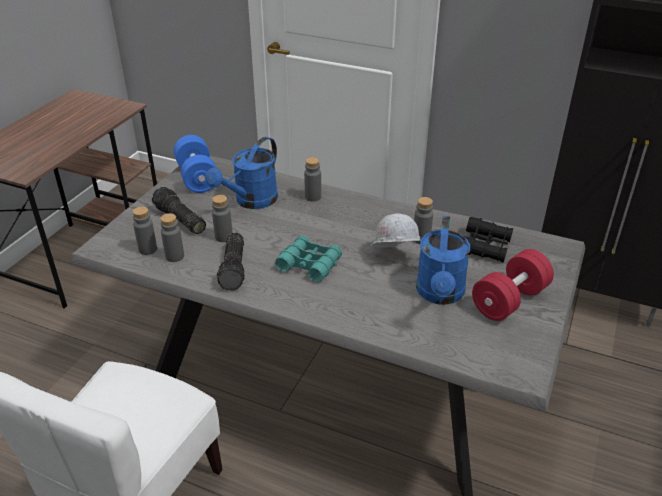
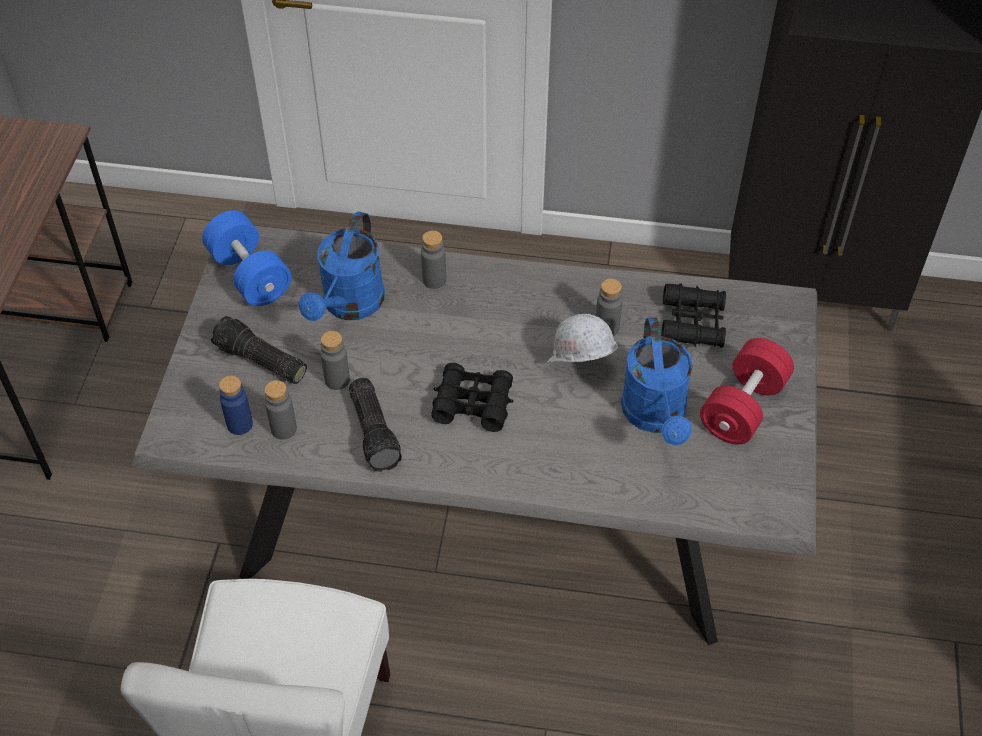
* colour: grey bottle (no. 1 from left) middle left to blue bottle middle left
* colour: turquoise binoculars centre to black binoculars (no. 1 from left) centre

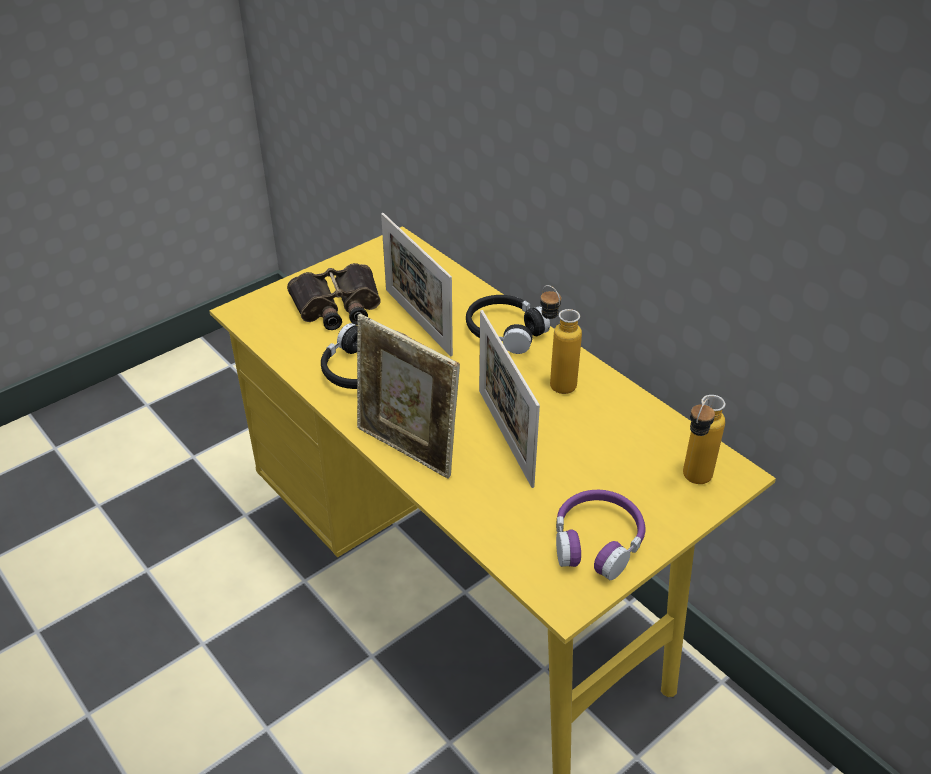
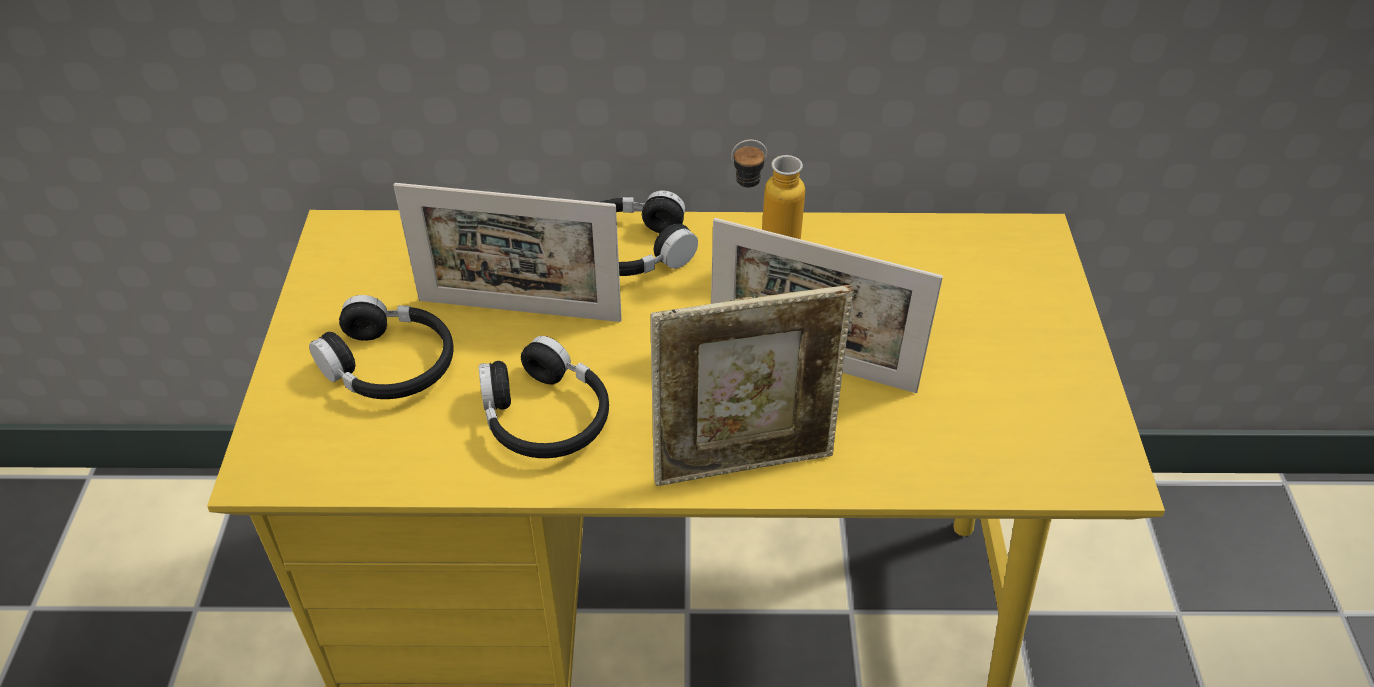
* exchanged: binoculars centre to black headphones (no. 1 from left) middle left
* missing: bottle (no. 2 from left) middle right
* missing: purple headphones bottom centre

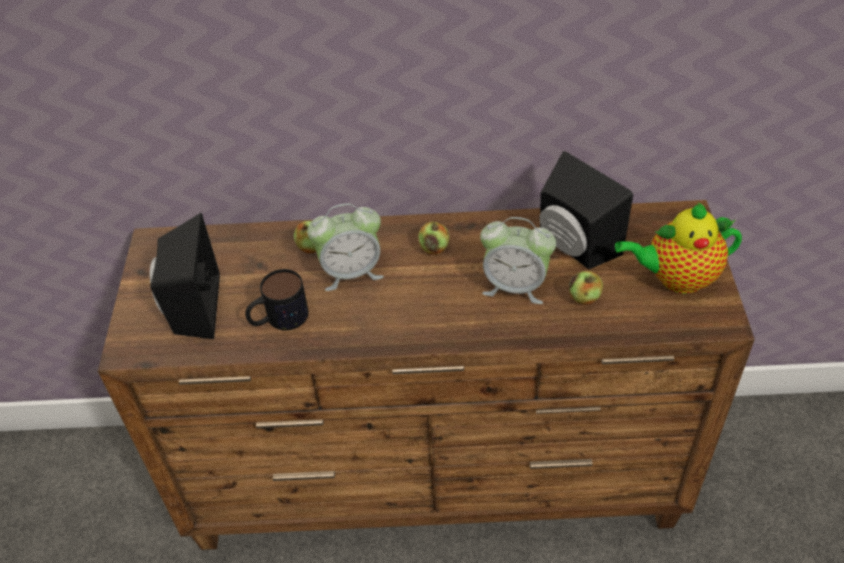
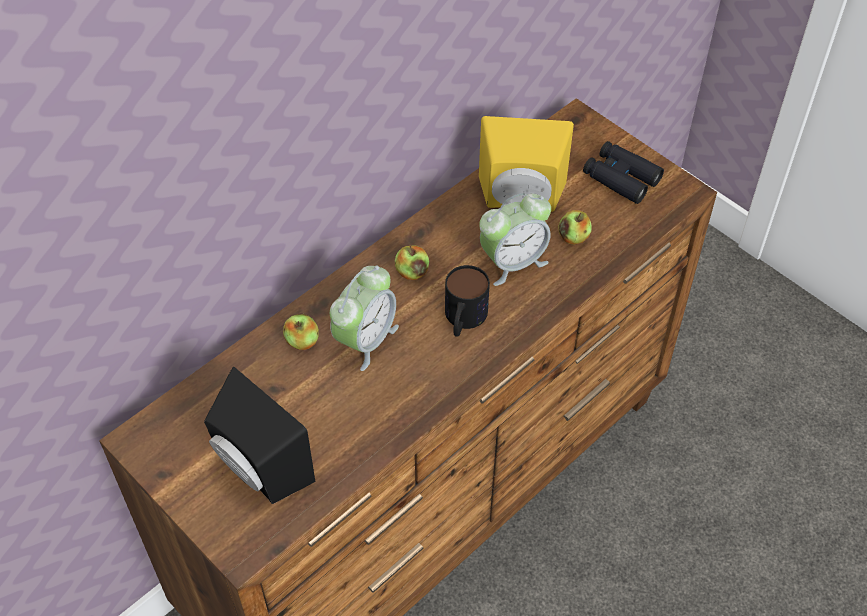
* colour: black speaker (no. 2 from left) middle right to yellow speaker top centre
* exchanged: teapot middle right to black binoculars top right
* relocated: mug middle left to centre

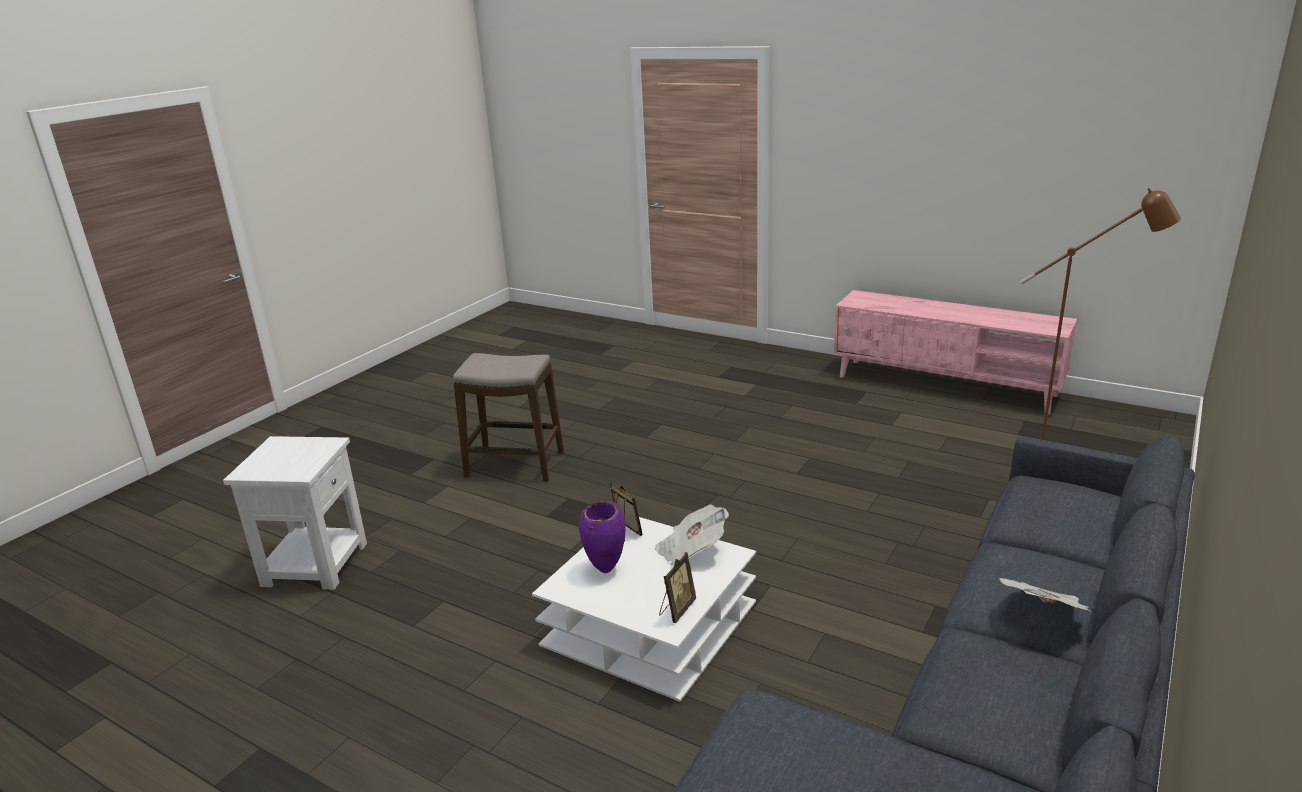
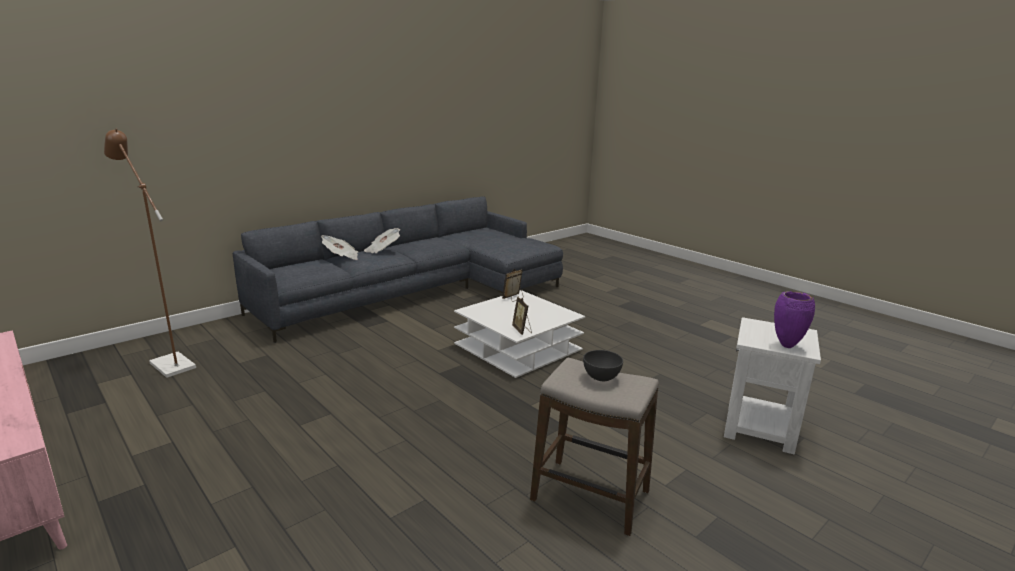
* relocated: purple vase bottom centre to middle right
* relocated: newspaper (no. 1 from left) bottom centre to centre
* appeared: grey bowl centre

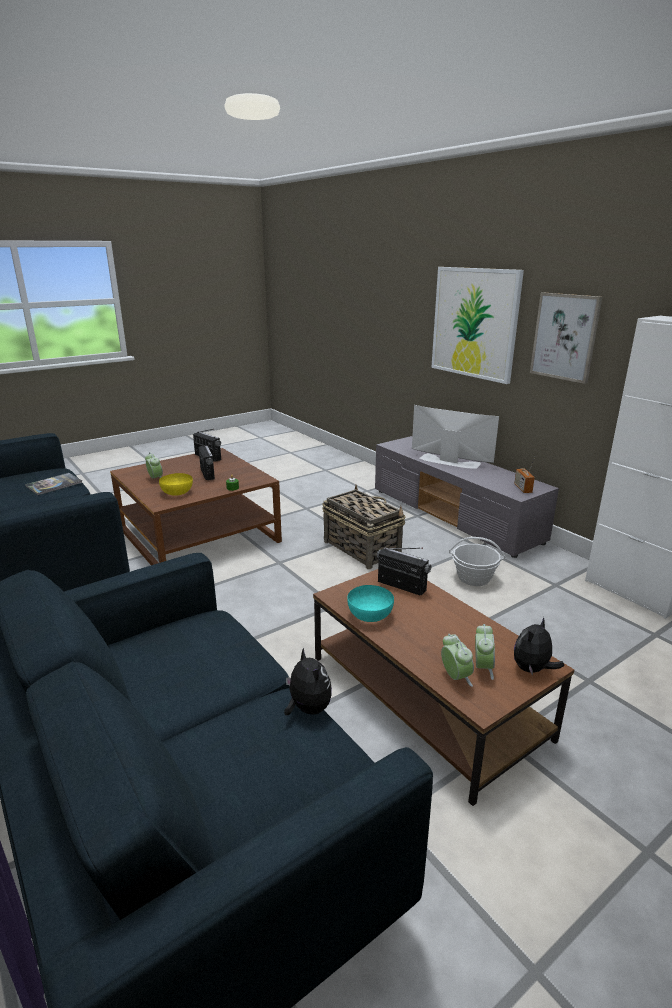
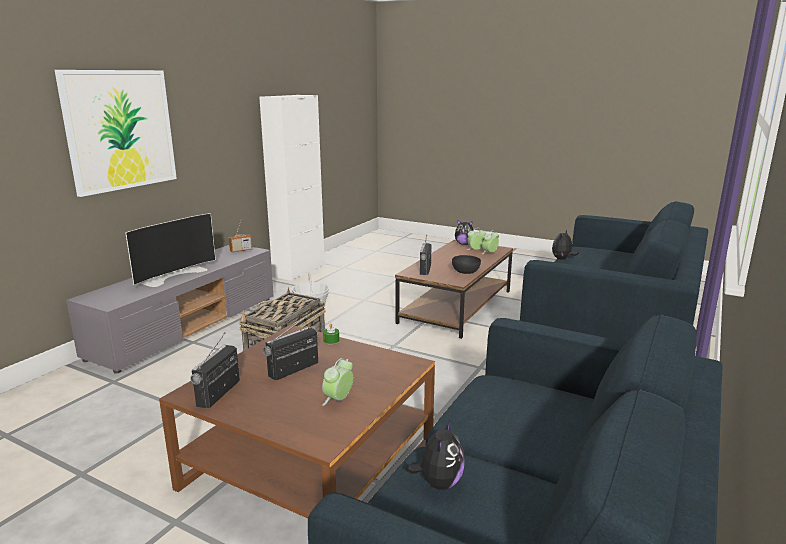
* missing: picture (no. 2 from left) middle right
* spun: television middle right = middle left 150 degrees counterclockwise
* exchanged: book middle left to plush toy (no. 1 from left) bottom centre
* missing: yellow bowl middle left
* colour: turquoise bowl centre to black bowl centre

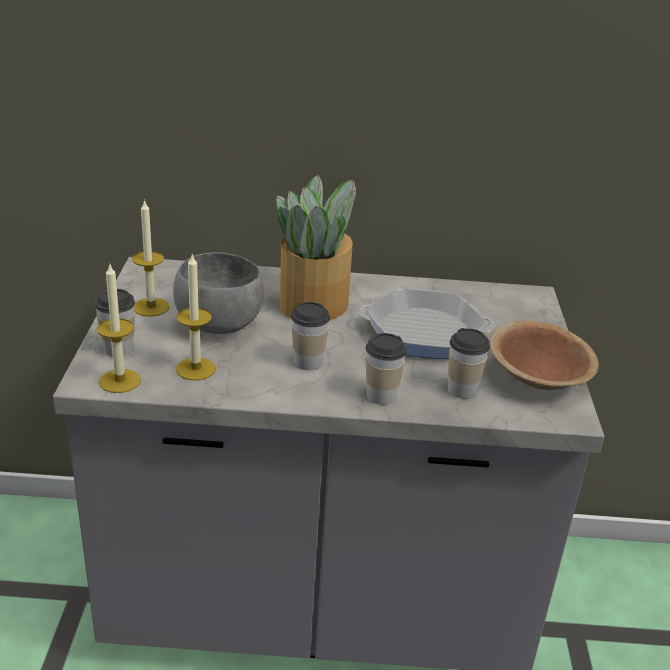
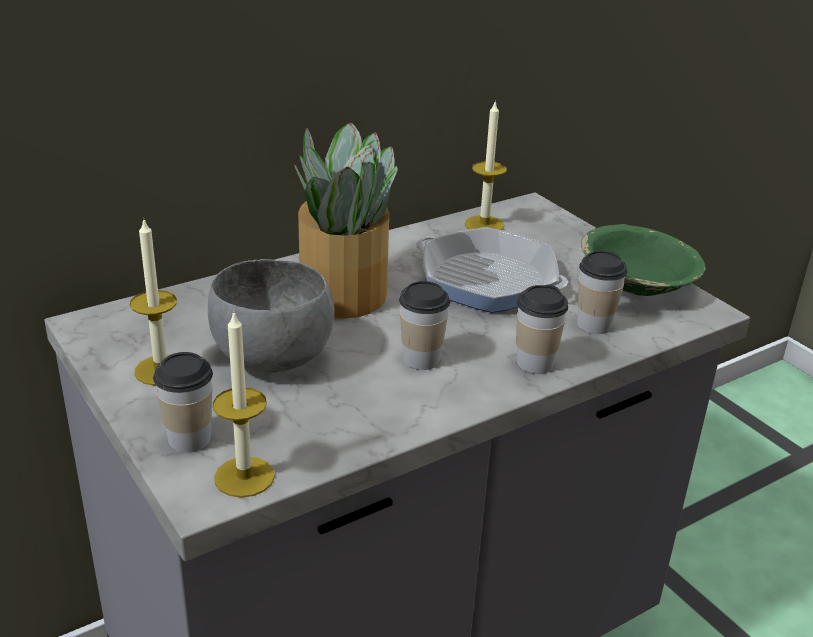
* relocated: candle (no. 3 from left) middle left to top centre
* spun: frying pan centre = centre 120 degrees counterclockwise
* colour: brown bowl middle right to green bowl middle right

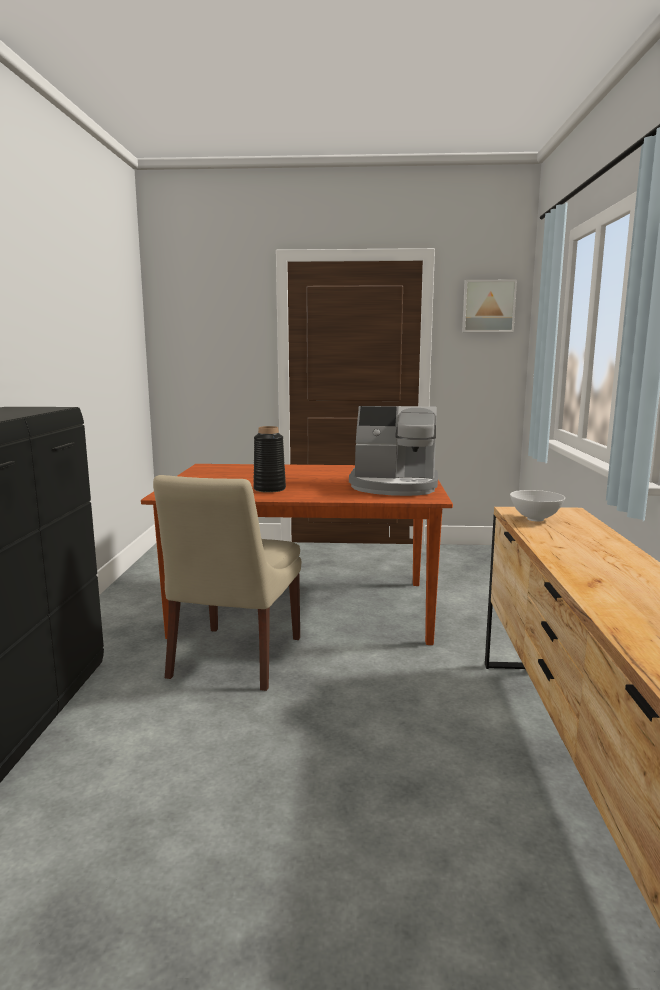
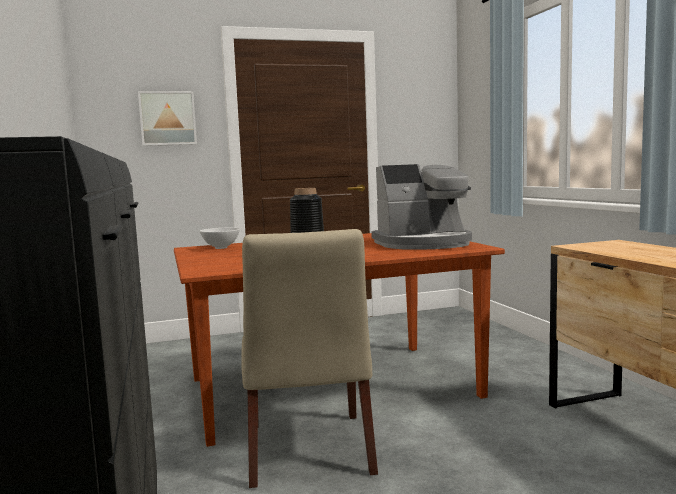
* relocated: picture top right to top left
* relocated: white bowl middle right to middle left

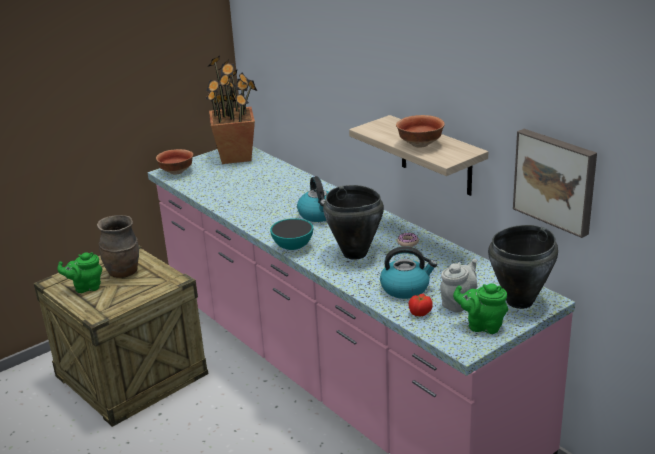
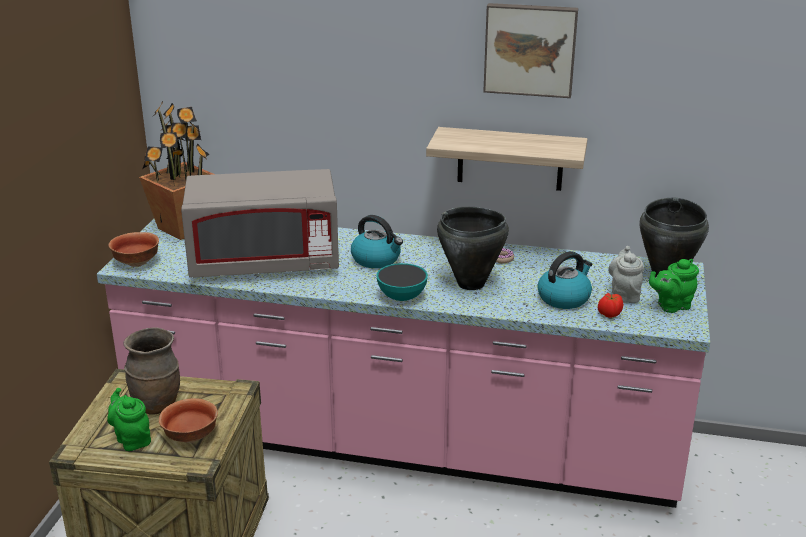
* relocated: bowl (no. 3 from left in the first image) top centre to bowl (no. 2 from left) bottom left
* relocated: picture middle right to top centre
* spun: green teapot (no. 1 from left) middle left = bottom left 105 degrees clockwise
* appeared: grey microwave middle left

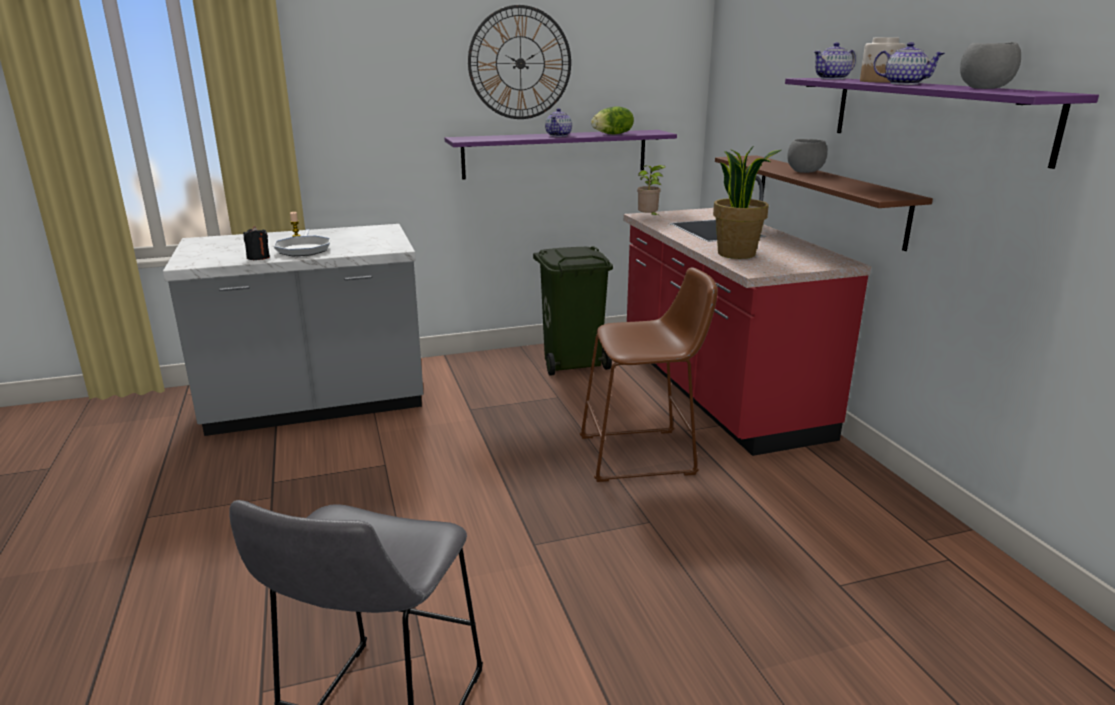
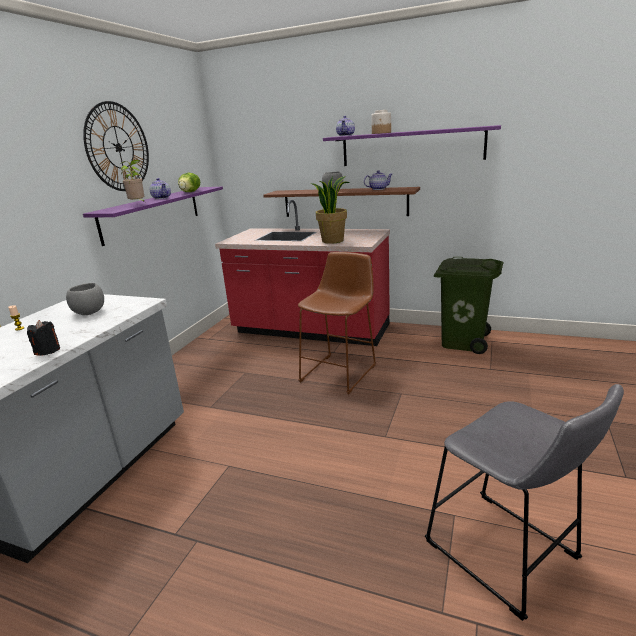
* relocated: teapot (no. 3 from left) top right to top centre
* relocated: grey bowl (no. 2 from left in the first image) top right to grey bowl (no. 1 from left) middle left
* relocated: potted plant (no. 1 from left) top centre to top left
* missing: frying pan middle left
* relocated: green trash can centre to middle right

